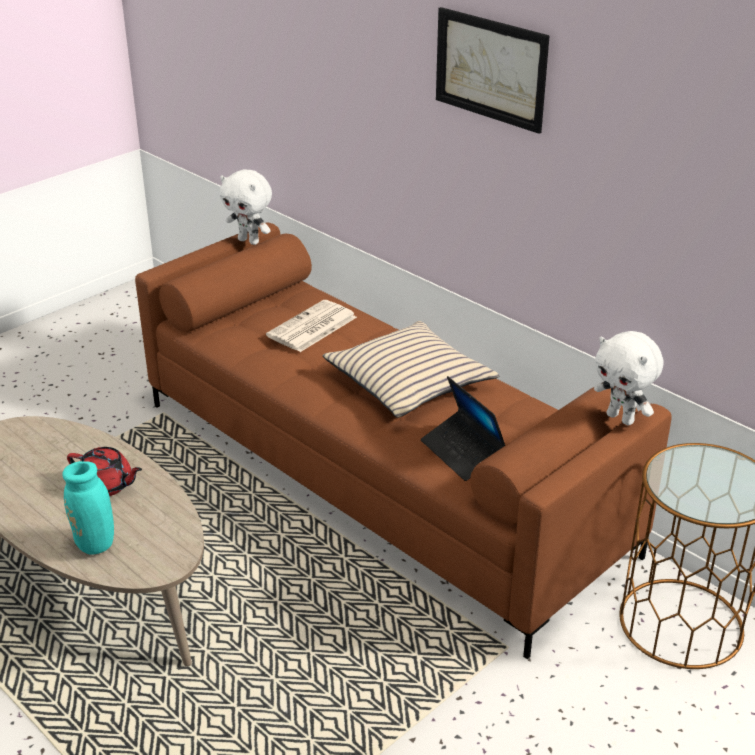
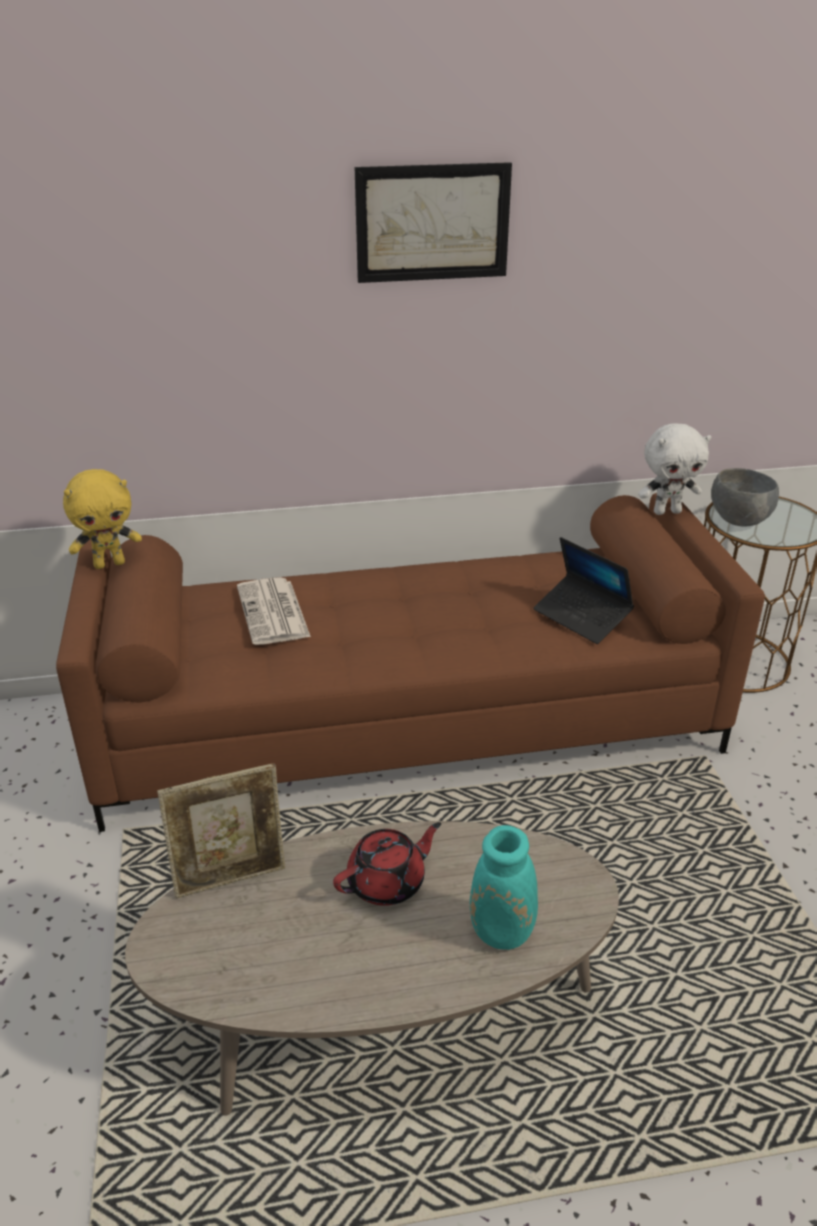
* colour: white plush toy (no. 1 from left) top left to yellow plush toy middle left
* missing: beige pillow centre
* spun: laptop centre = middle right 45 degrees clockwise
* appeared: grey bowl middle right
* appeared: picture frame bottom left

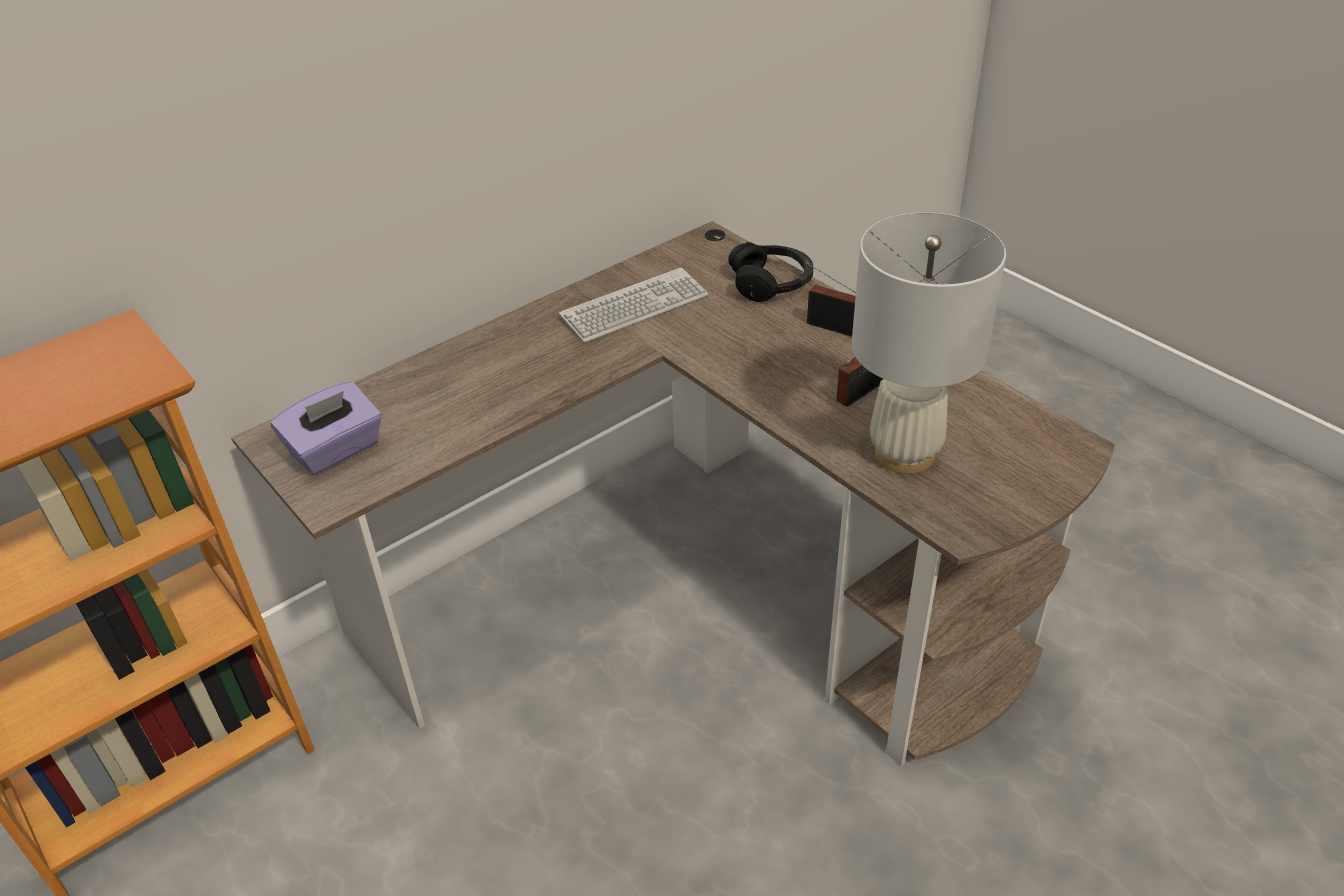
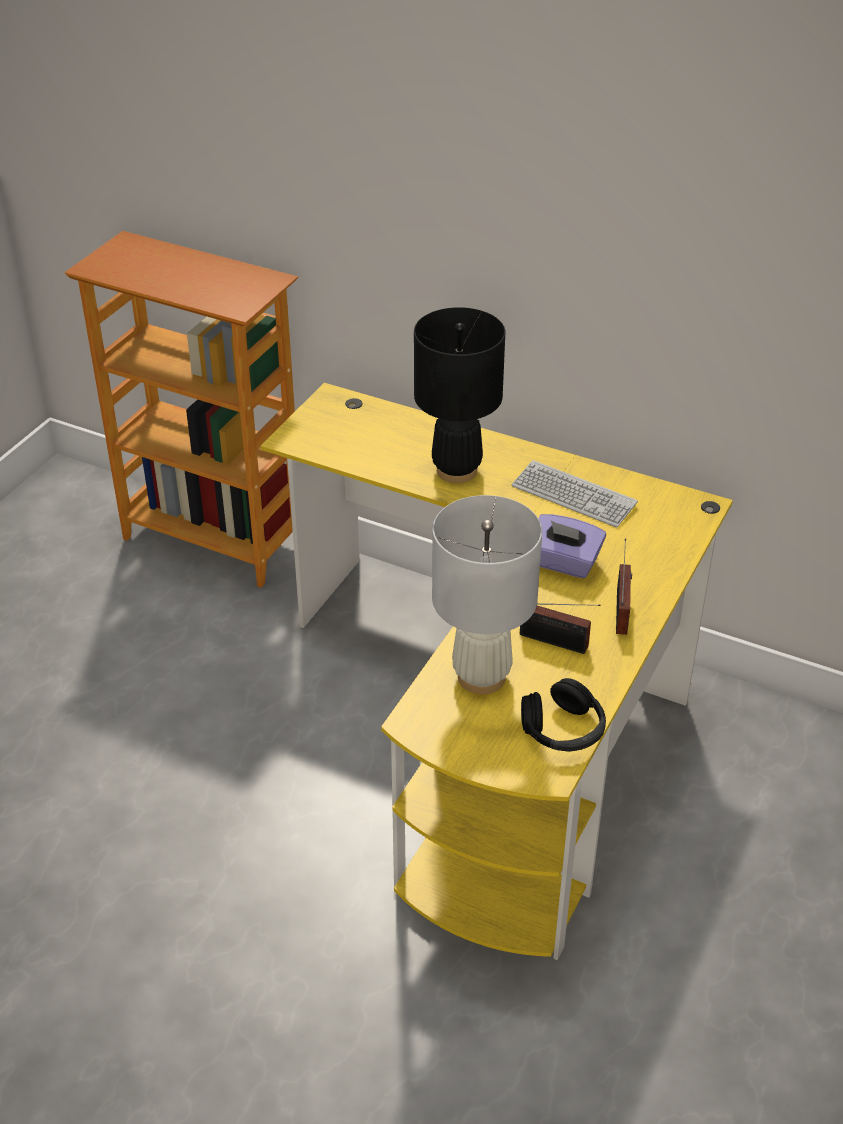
* colour: brown desk centre to yellow desk centre
* relocated: black headphones top centre to middle right
* relocated: purple tissue box middle left to middle right
* appeared: black table lamp centre

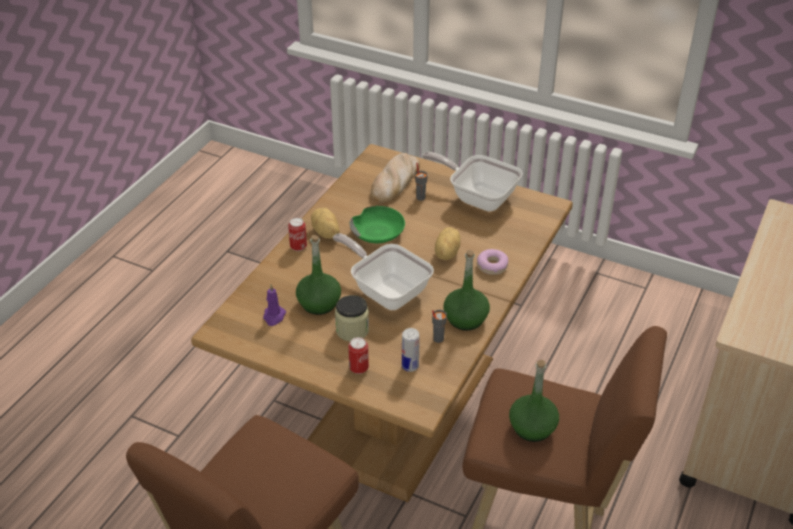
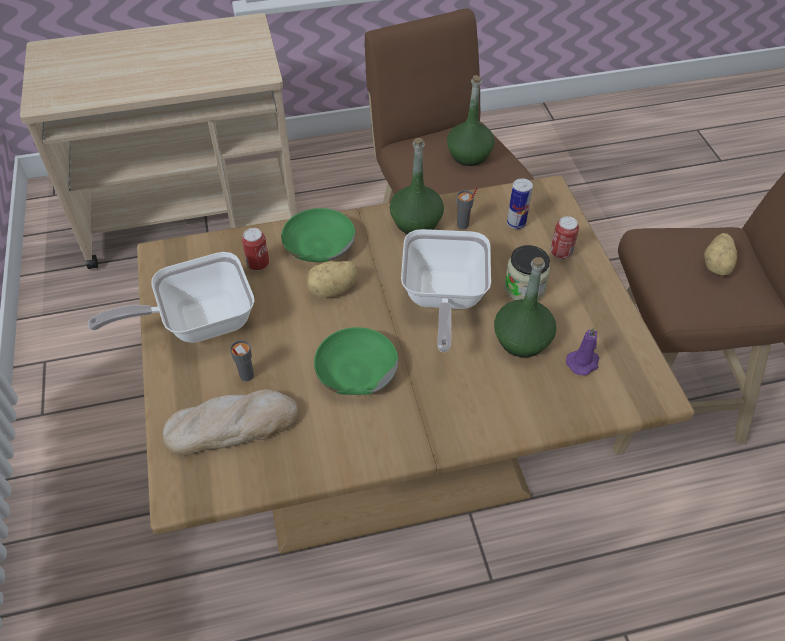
* spun: frying pan (no. 2 from left in the first image) centre = middle left 75 degrees clockwise
* relocated: potato (no. 1 from left in the first image) centre to potato (no. 2 from left) middle right
* relocated: can (no. 1 from left) centre to middle left
* exchanged: donut centre to green bowl (no. 1 from left) centre

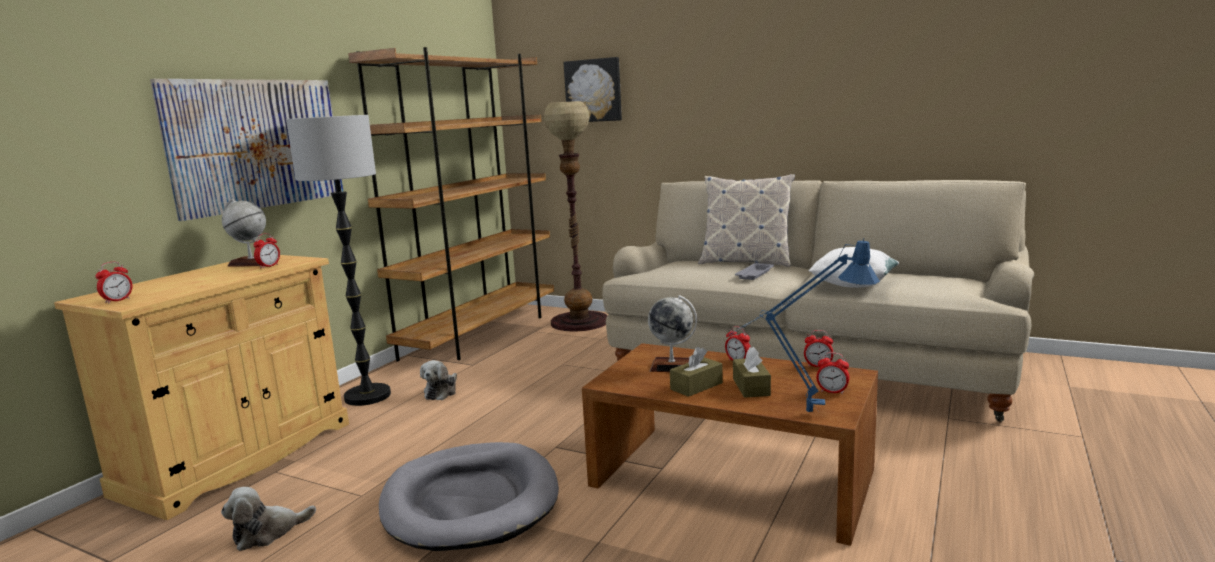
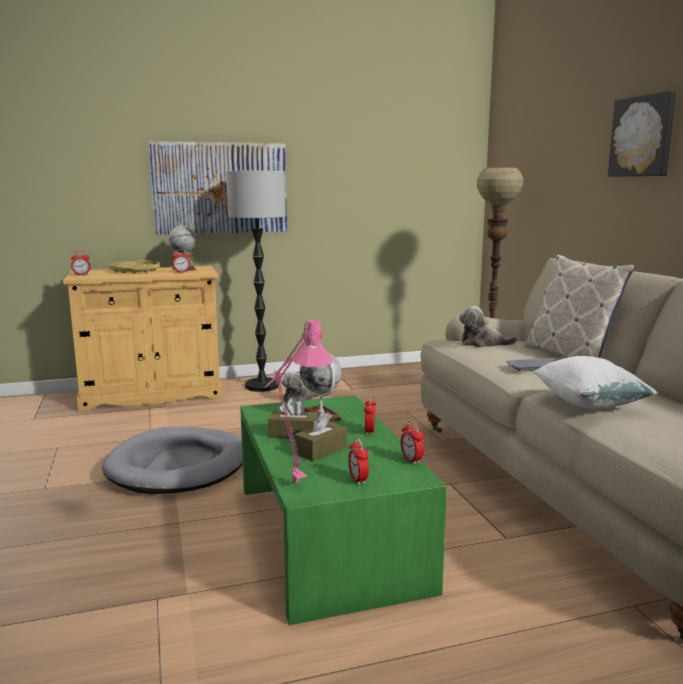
* missing: brown bookcase centre
* relocated: picture (no. 2 from left) top centre to top right
* colour: blue table lamp centre to pink table lamp centre
* colour: brown coffee table bottom centre to green coffee table bottom centre
* relocated: plush toy (no. 1 from left in the first image) bottom left to plush toy (no. 2 from left) middle right
* appeared: yellow tray middle left

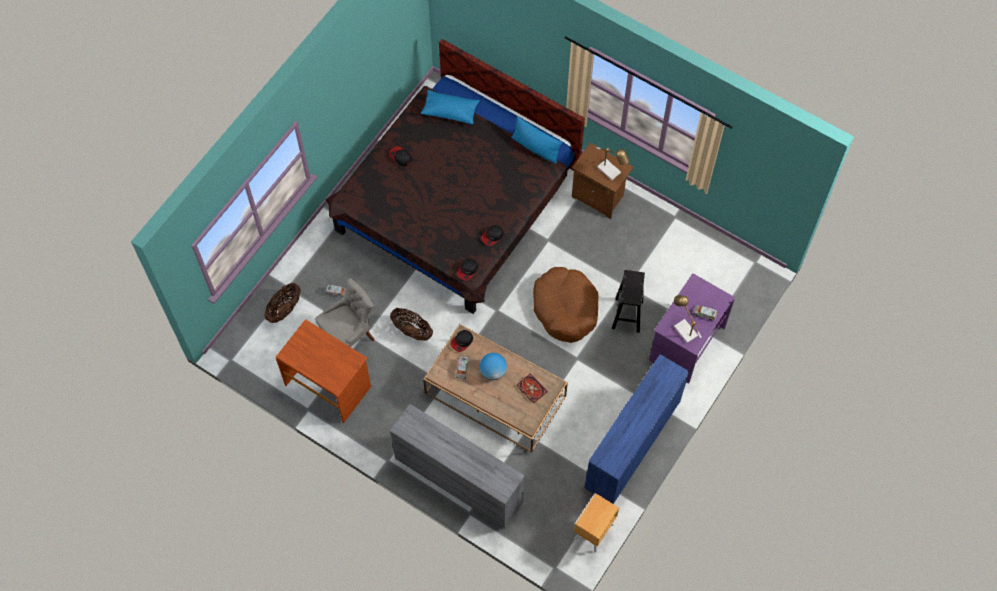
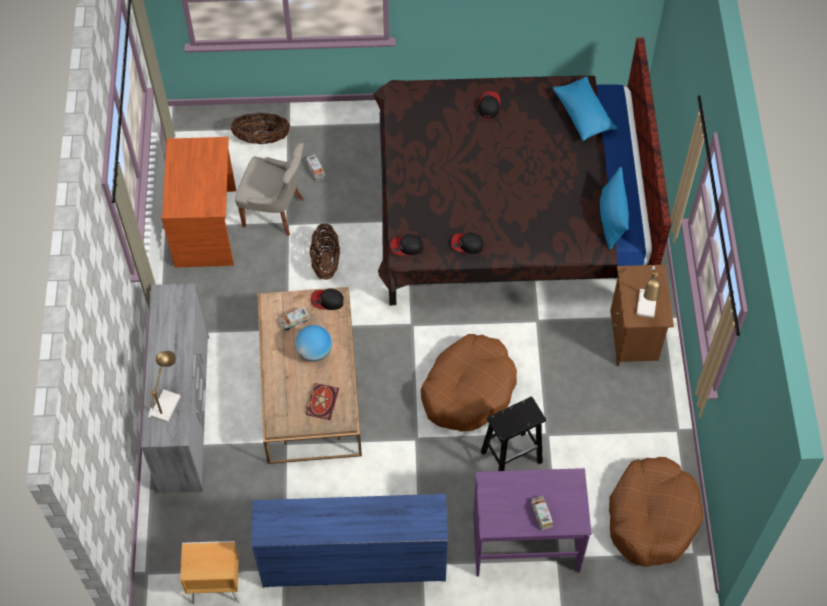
* relocated: table lamp (no. 2 from left in the first image) middle right to table lamp (no. 1 from left) middle left
* appeared: brown dog bed (no. 2 from left) bottom right

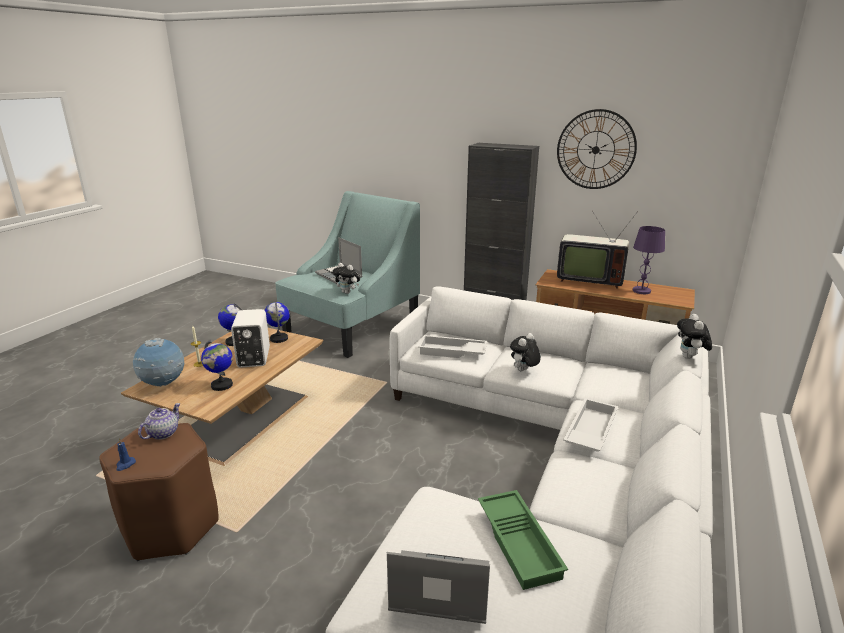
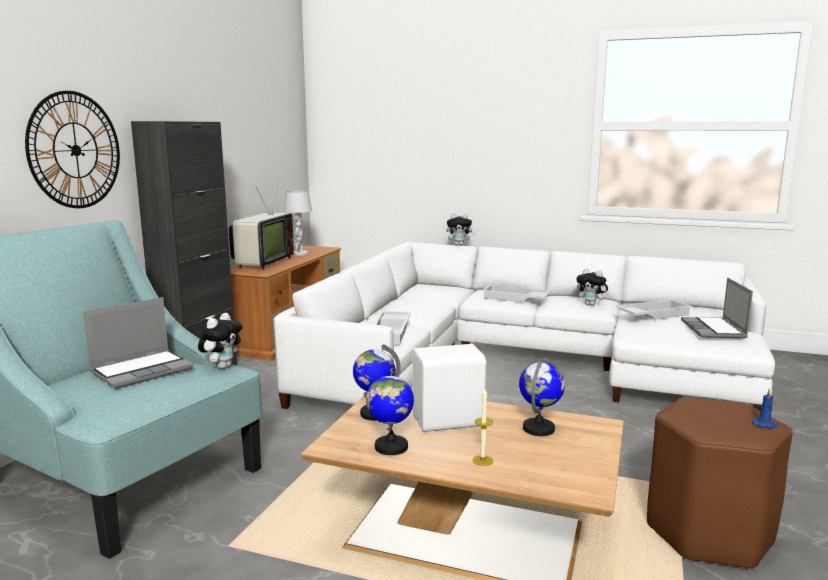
* relocated: wall clock top right to top left
* colour: purple table lamp middle right to white table lamp centre
* relocated: plush toy (no. 2 from left in the first image) centre to plush toy (no. 3 from left) middle right
* missing: globe (no. 1 from left) middle left
* missing: teapot middle left
* colour: green tray bottom centre to white tray (no. 3 from left) middle right

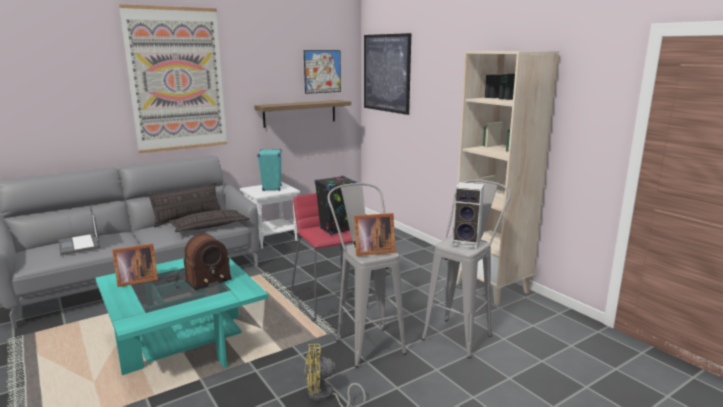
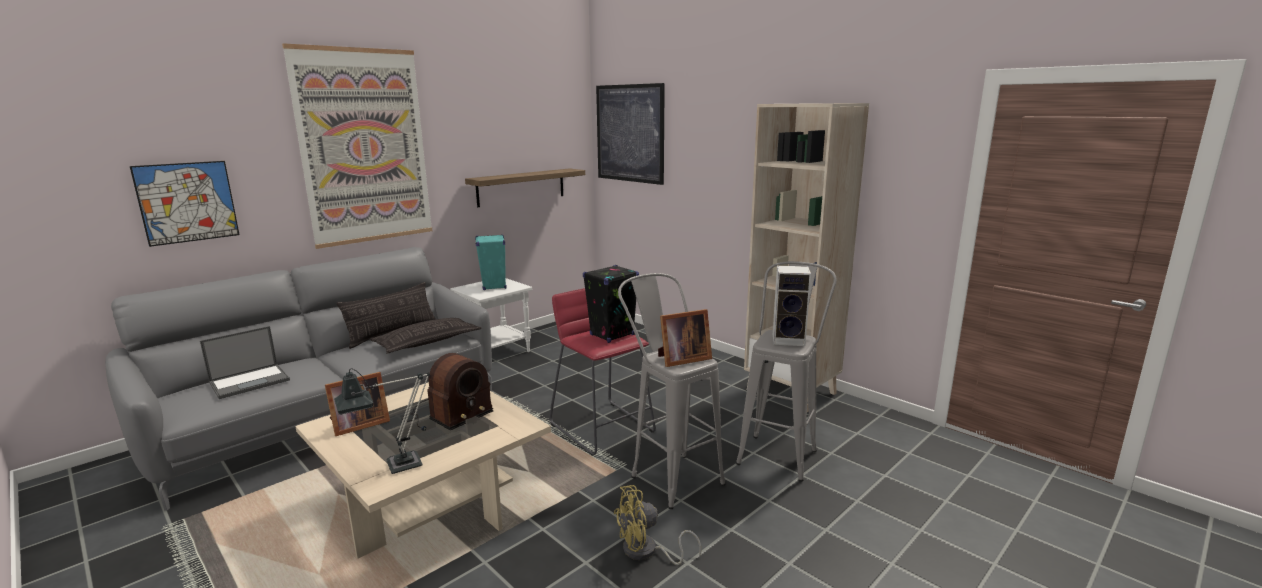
* relocated: picture (no. 2 from left in the first image) top centre to picture (no. 1 from left) middle left
* spun: laptop middle left = middle left 90 degrees counterclockwise
* colour: turquoise coffee table bottom left to beige coffee table bottom centre
* appeared: table lamp bottom left

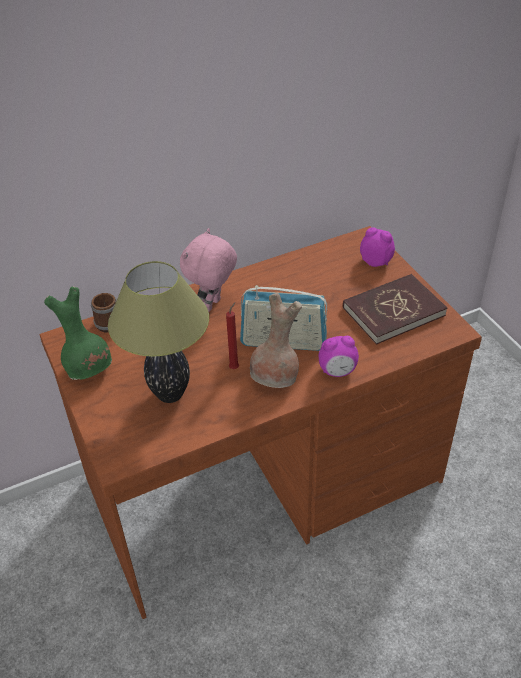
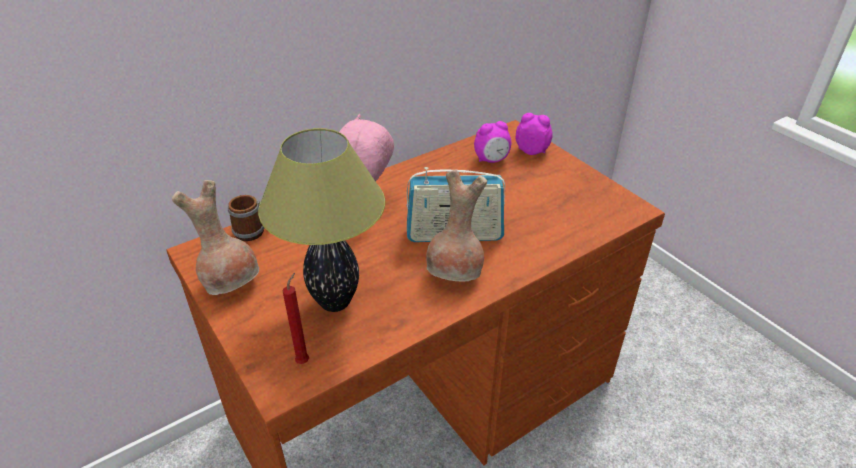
* missing: red book middle right
* colour: green vase middle left to brown vase (no. 1 from left) middle left
* relocated: red candle centre to bottom centre
* relocated: alarm clock (no. 1 from left) centre to top centre

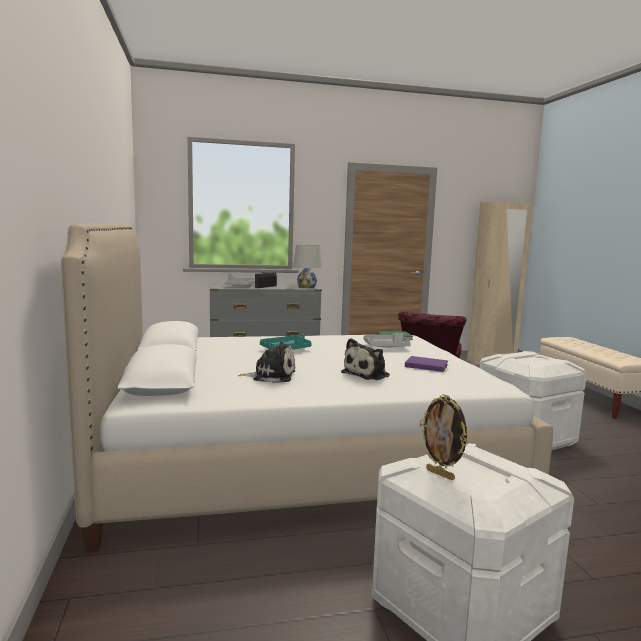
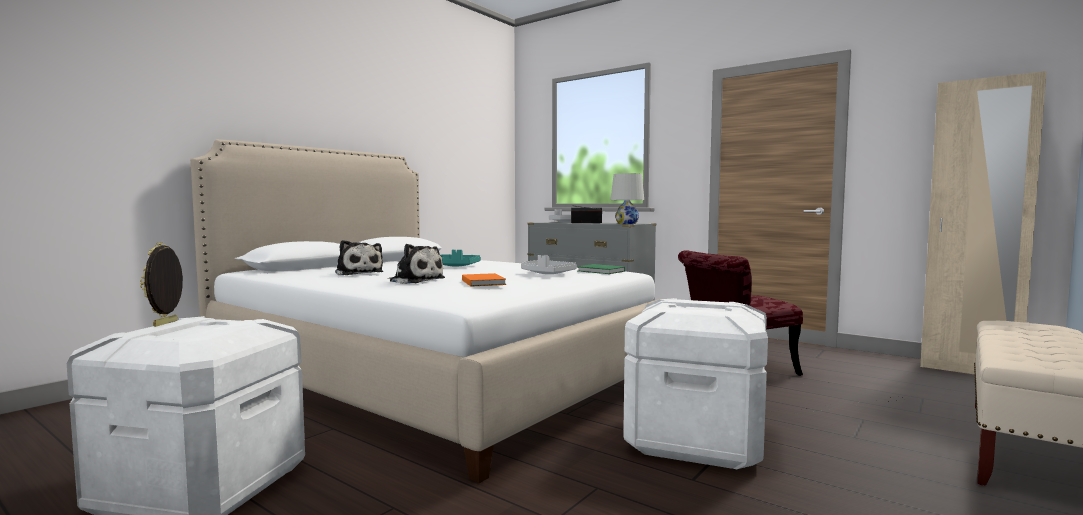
* spun: plush toy (no. 2 from left) centre = centre 150 degrees counterclockwise
* colour: purple book centre to orange book centre

